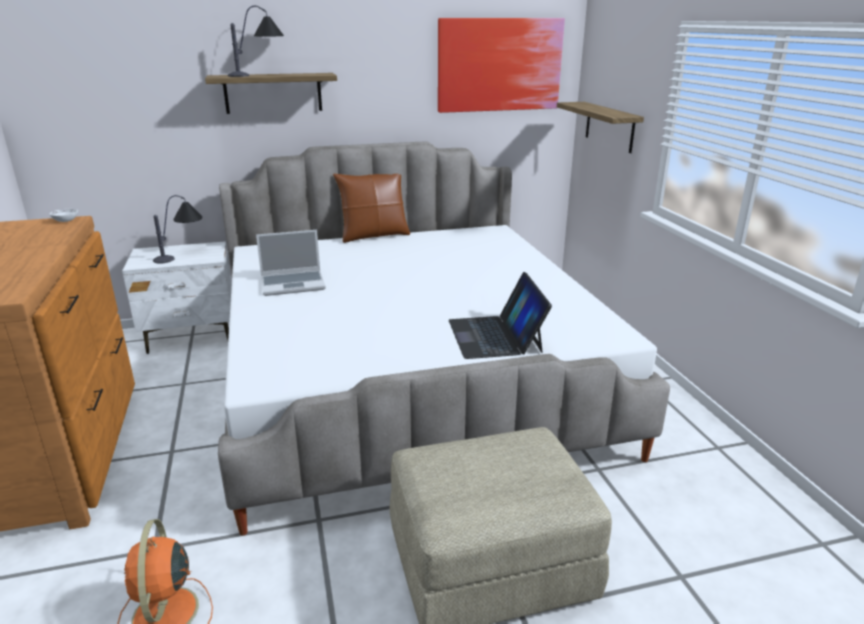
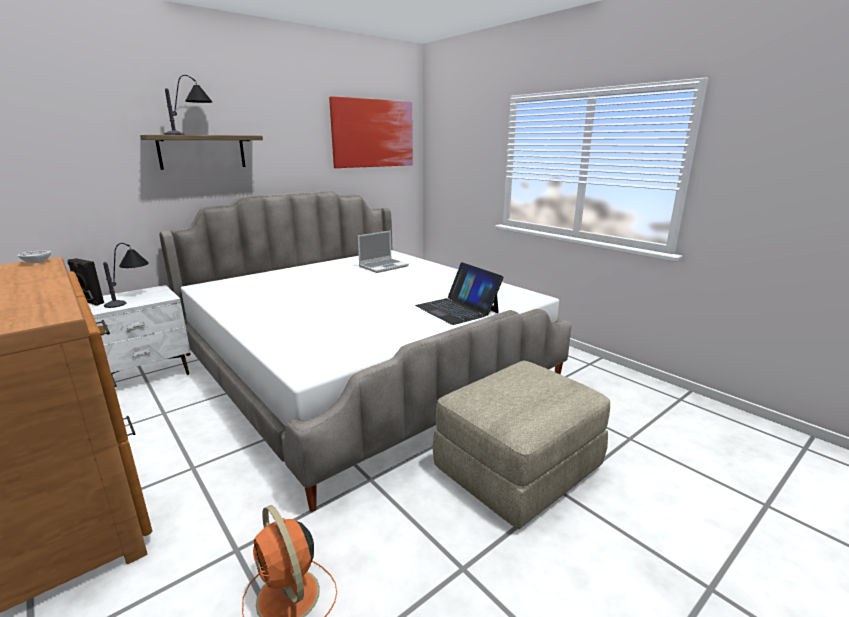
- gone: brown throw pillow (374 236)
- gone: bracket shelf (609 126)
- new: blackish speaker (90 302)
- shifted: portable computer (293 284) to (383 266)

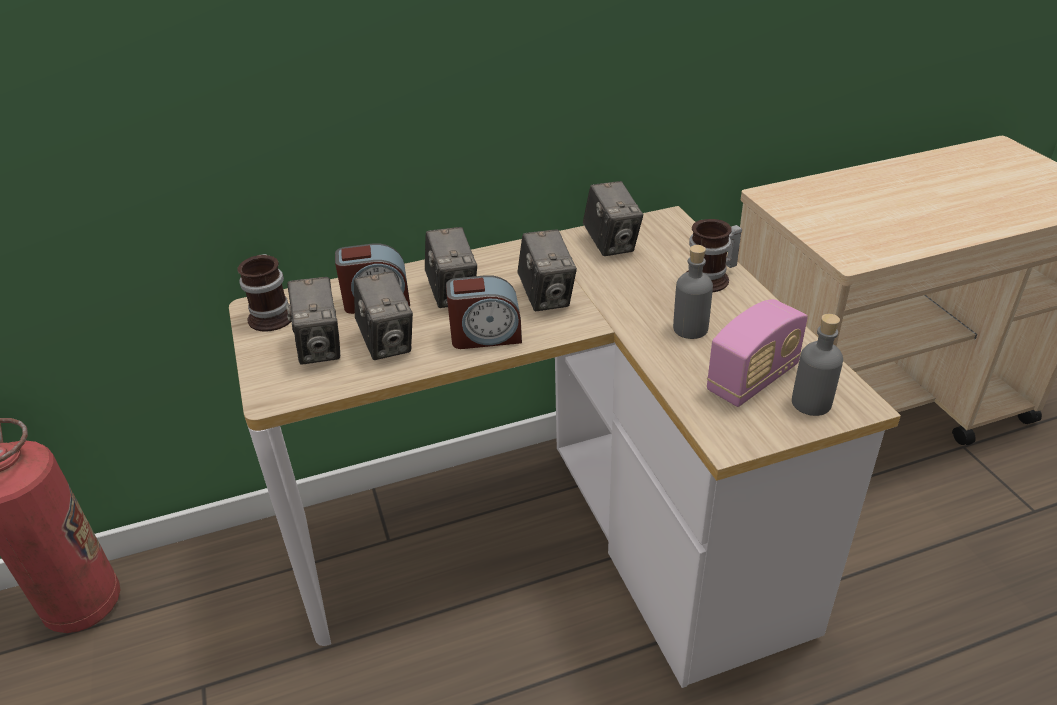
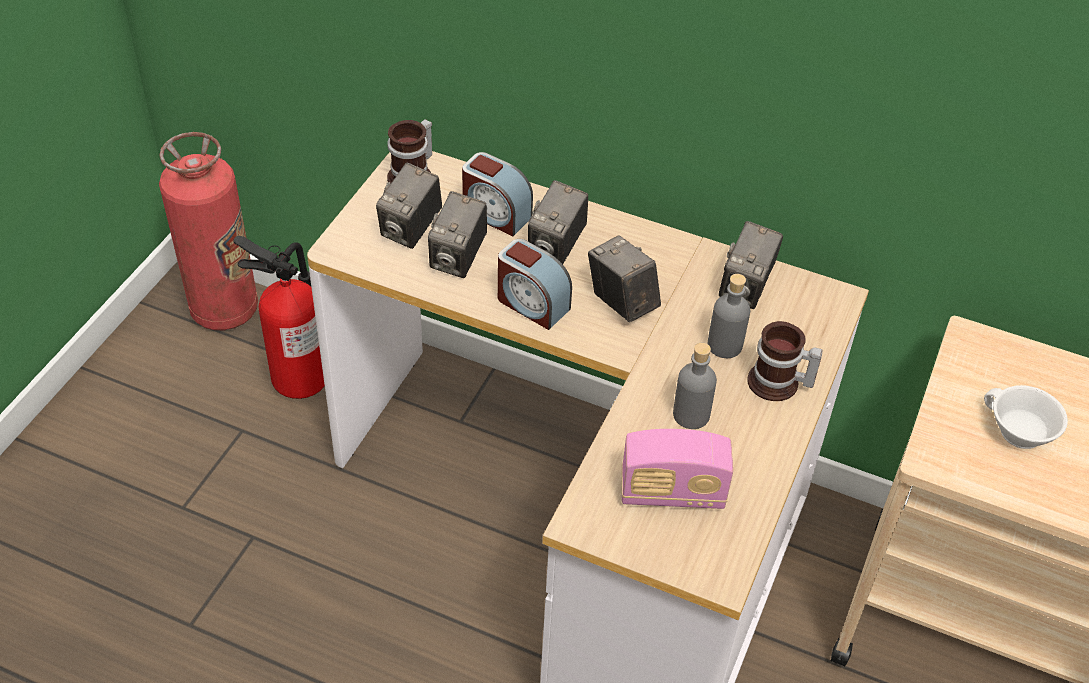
- new: fire-fighting cylinder (302 376)
- new: whitish small cup (1017 432)
- shifted: gray beverage bottle (811 403) to (724 345)
- rotated: photo camera (546 297) = (621 302) 120 degrees clockwise

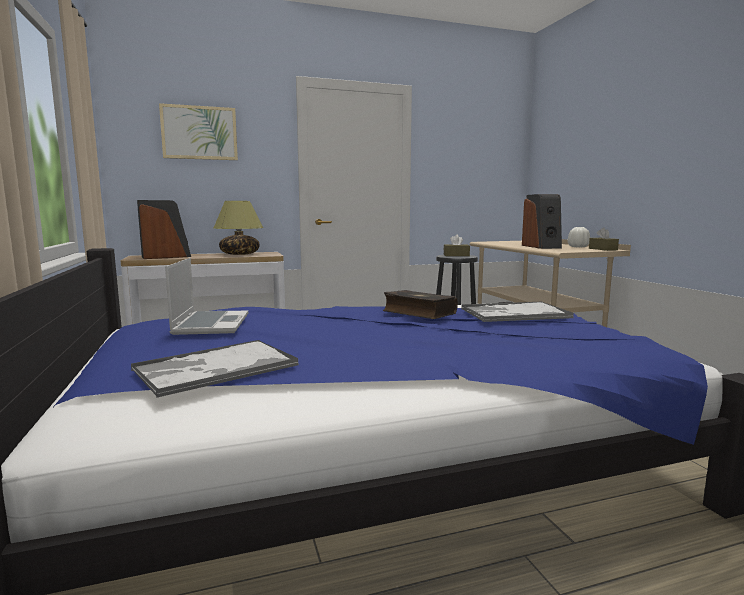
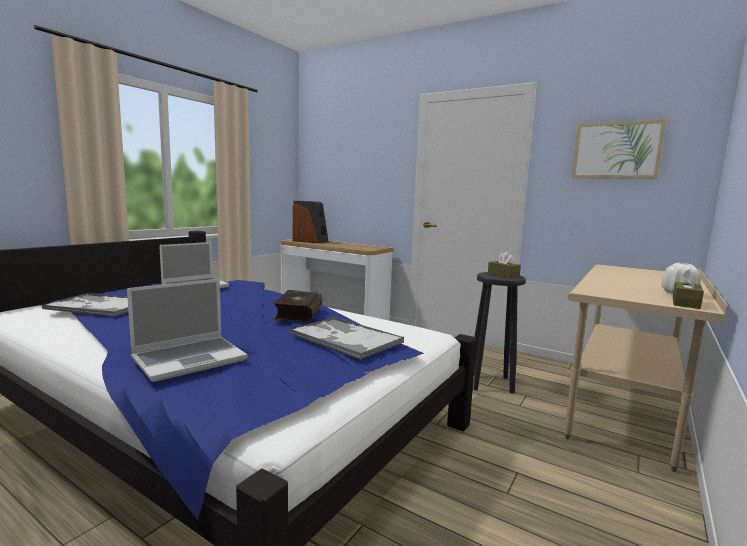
- gone: lamp for a table (239 254)
- gone: speaker (541 246)
- new: portable computer (190 359)
- shifted: wall picture (199 133) to (616 150)

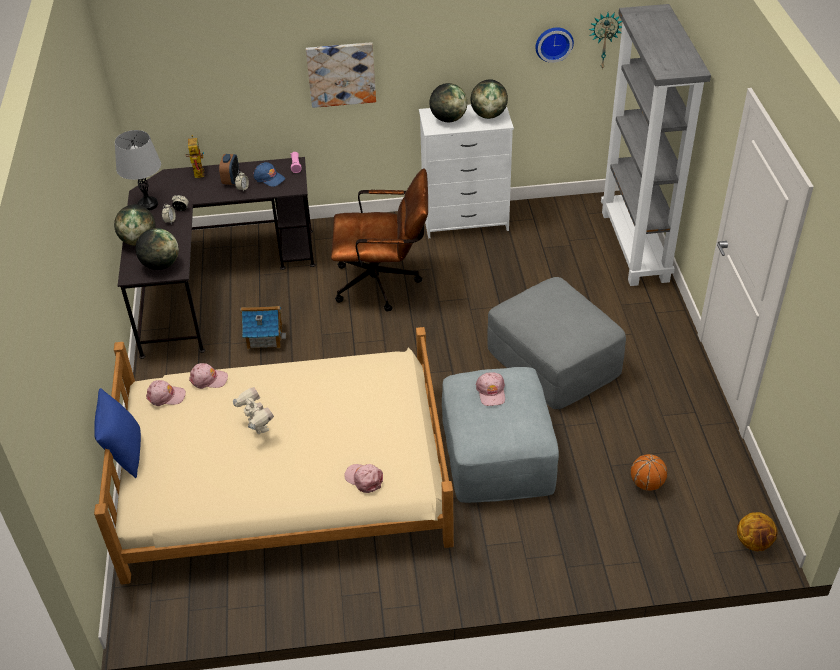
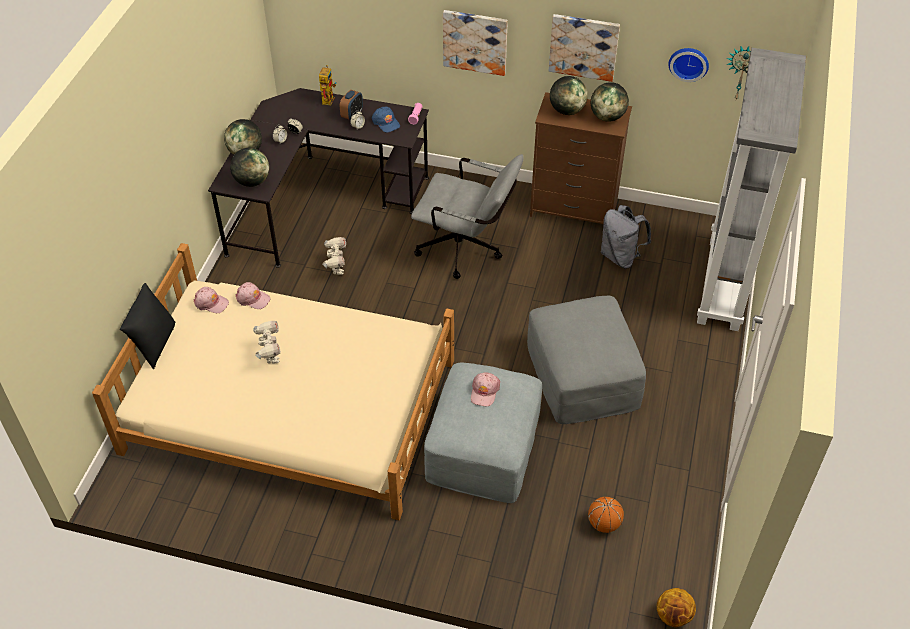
- gone: gray lamp for a table (148 205)
- gone: pink-coloured baseball cap (364 479)
- new: wall picture (583 46)
- new: gray knapsack (620 257)
- swapped: toy house (264 336) to toy robot (336 269)
- repainted: bluish throw pillow (125 454) to blackish throw pillow (155 345)
- repainted: brown computer chair (384 283) to gray computer chair (466 250)
- repainted: whitish chest of drawers (465 221) to brown chest of drawers (573 209)

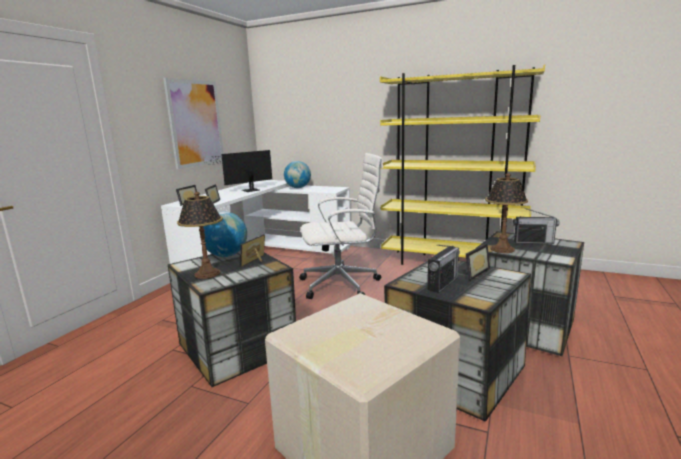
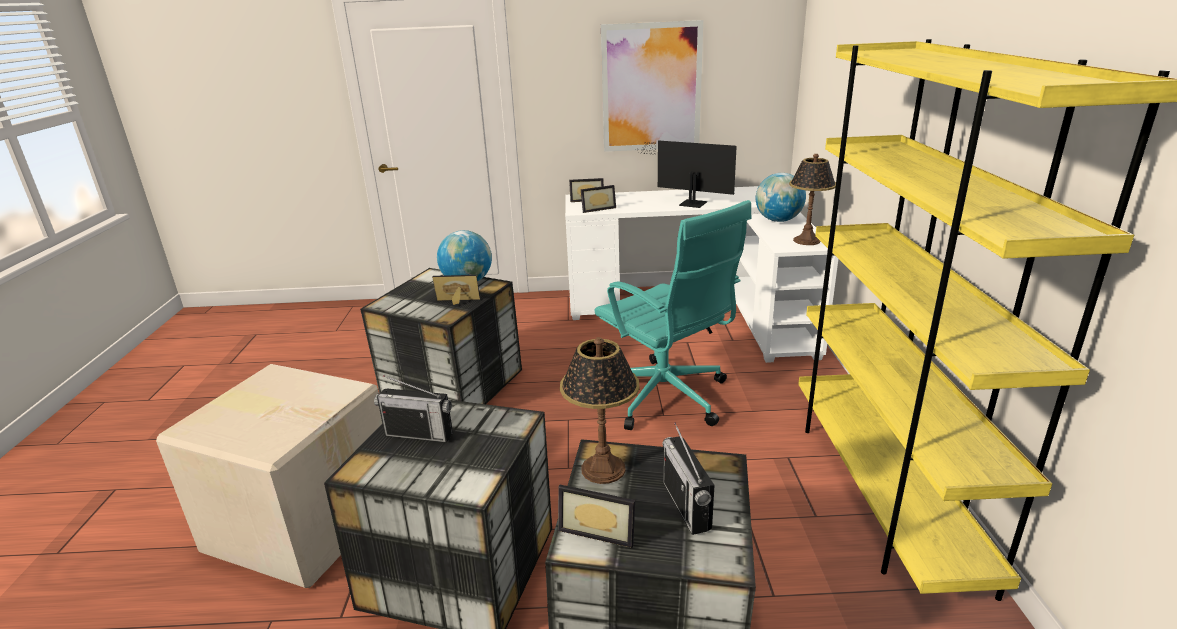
- shifted: lamp for a table (207 273) to (806 240)
- shifted: picture frame (473 273) to (599 529)
- repainted: whitish computer chair (342 284) to blue-green computer chair (666 398)

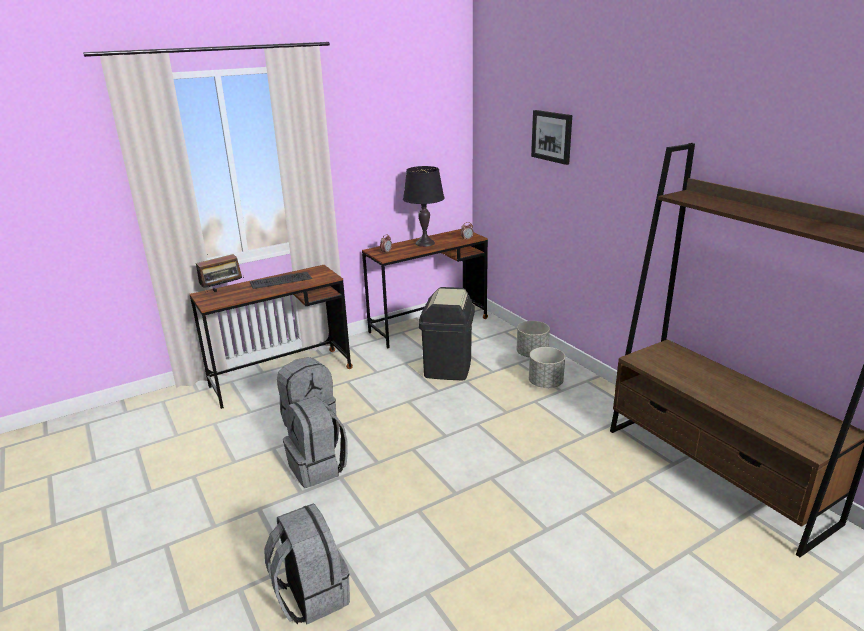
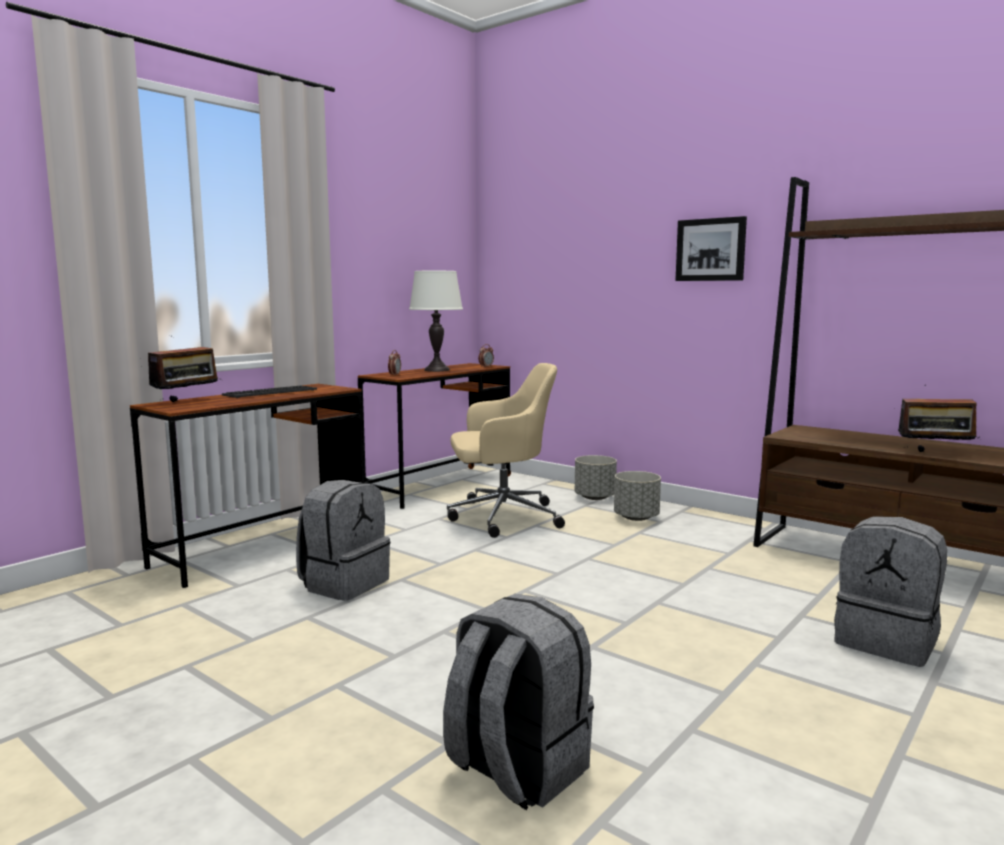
- new: radio receiver (935 454)
- shifted: gray knapsack (318 468) to (887 642)
- shifted: wall picture (552 136) to (711 250)
- swapped: blackish trash can (448 368) to beige-coloured computer chair (501 517)
- repainted: blackish lamp for a table (425 243) to whitish lamp for a table (437 370)

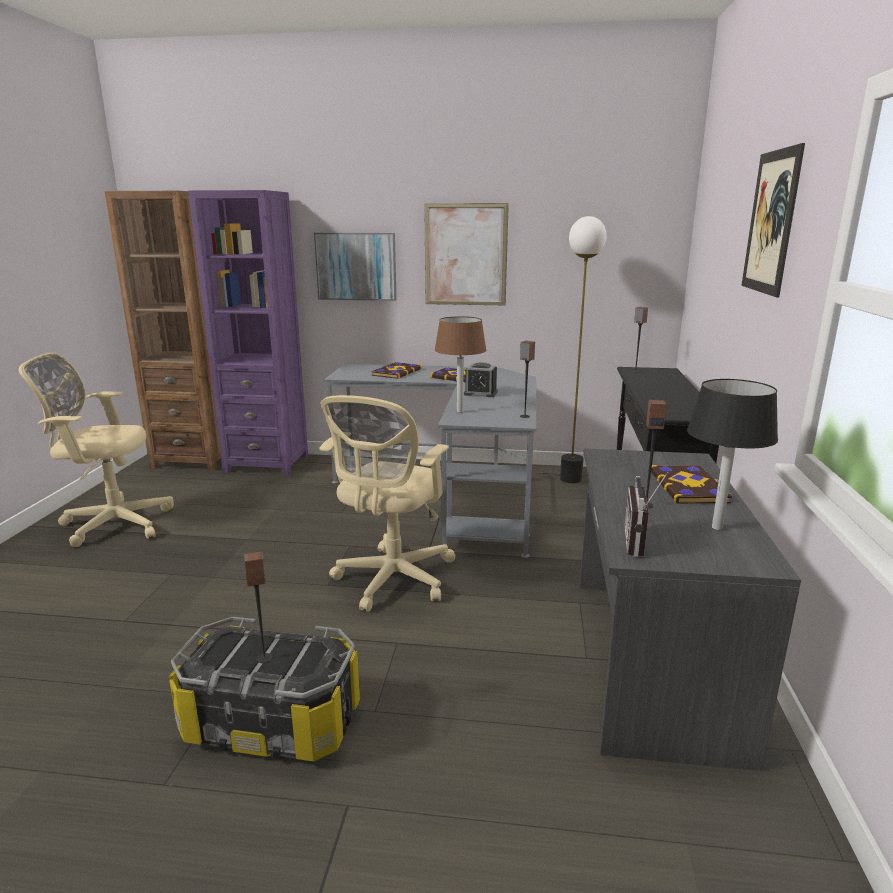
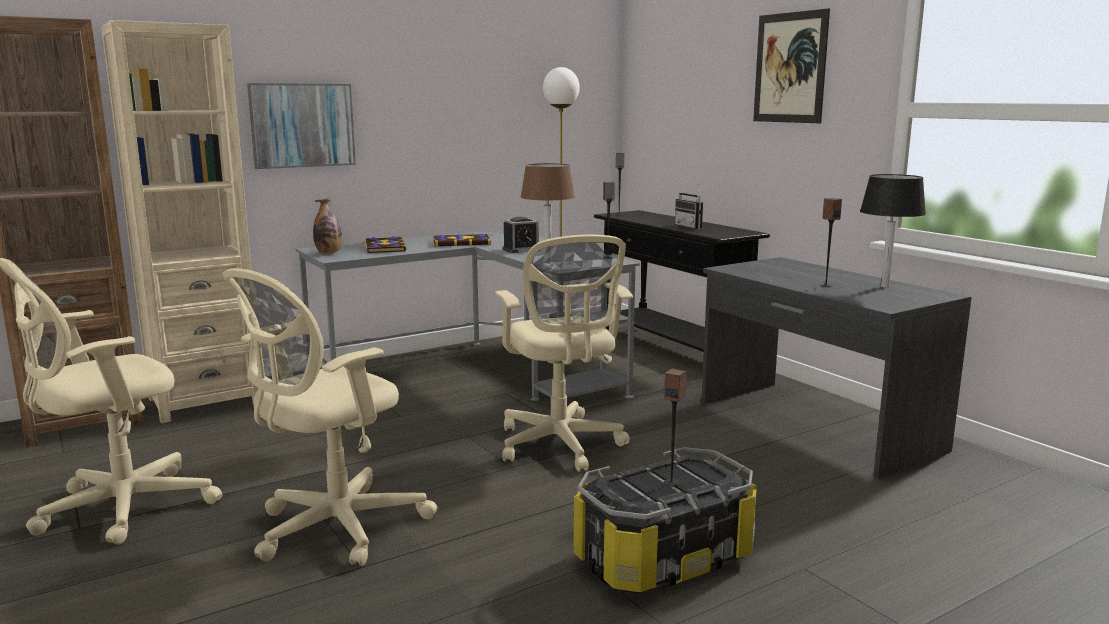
- gone: wall picture (465 255)
- gone: book (689 487)
- new: beige-coloured computer chair (333 529)
- new: beverage bottle (329 253)
- shifted: radio receiver (642 543) to (692 227)
- repainted: purplish shelving unit (267 463) to beige-coloured shelving unit (205 401)

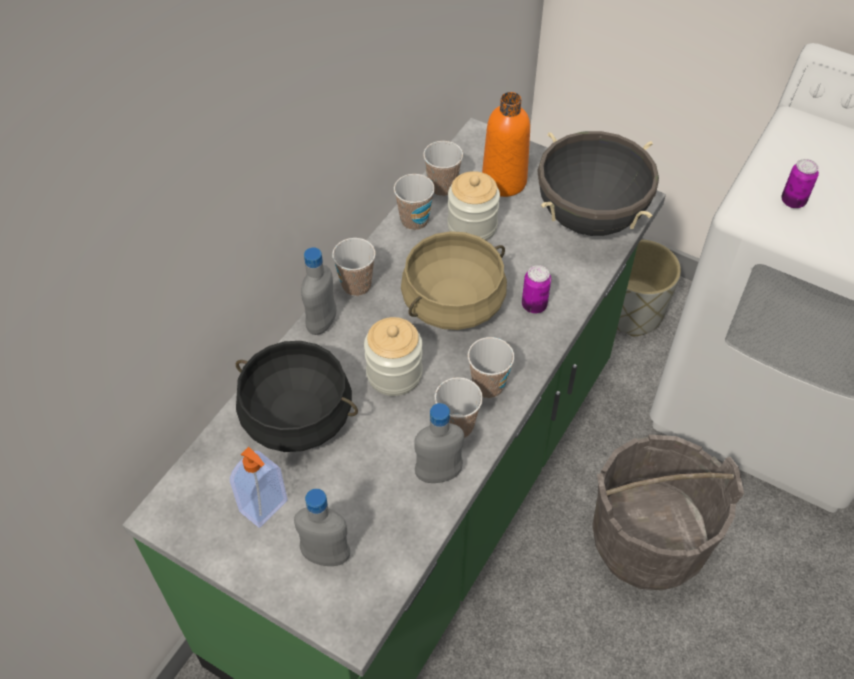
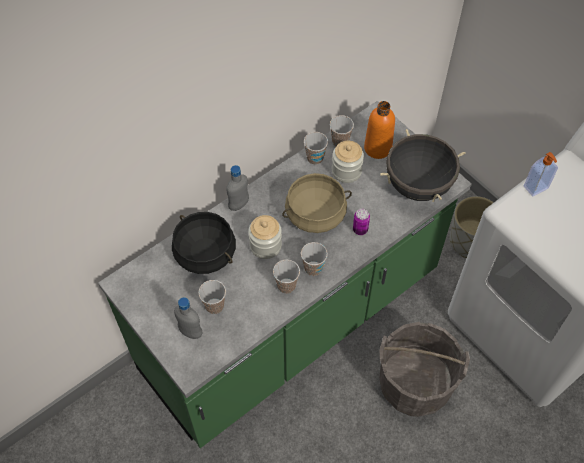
- gone: gray beverage bottle (438 474)
- gone: metal can (793 201)
- shifted: soap bottle (265 507) to (536 188)
- shifted: small cup (356 285) to (214 306)

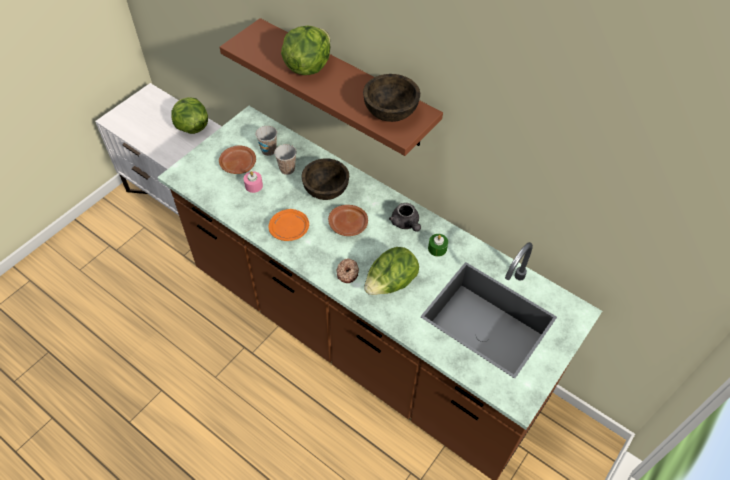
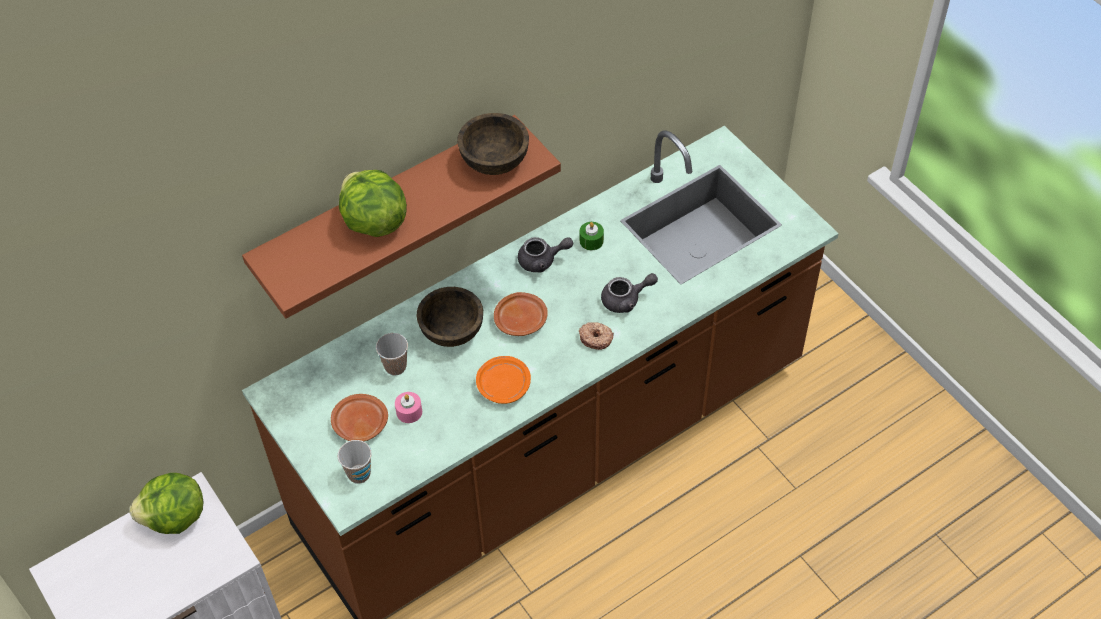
- shifted: small cup (268 150) to (359 474)
- swapped: head of lettuce (390 283) to gray teapot (626 300)

